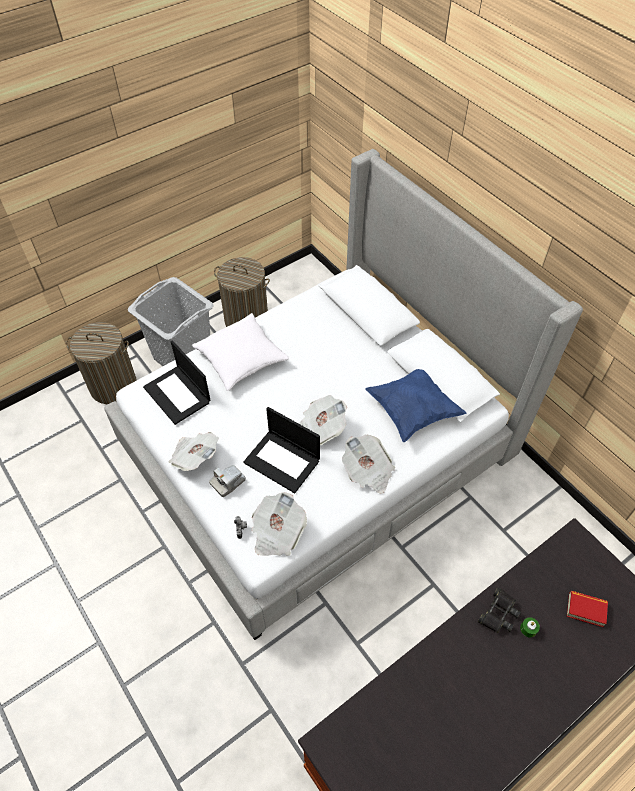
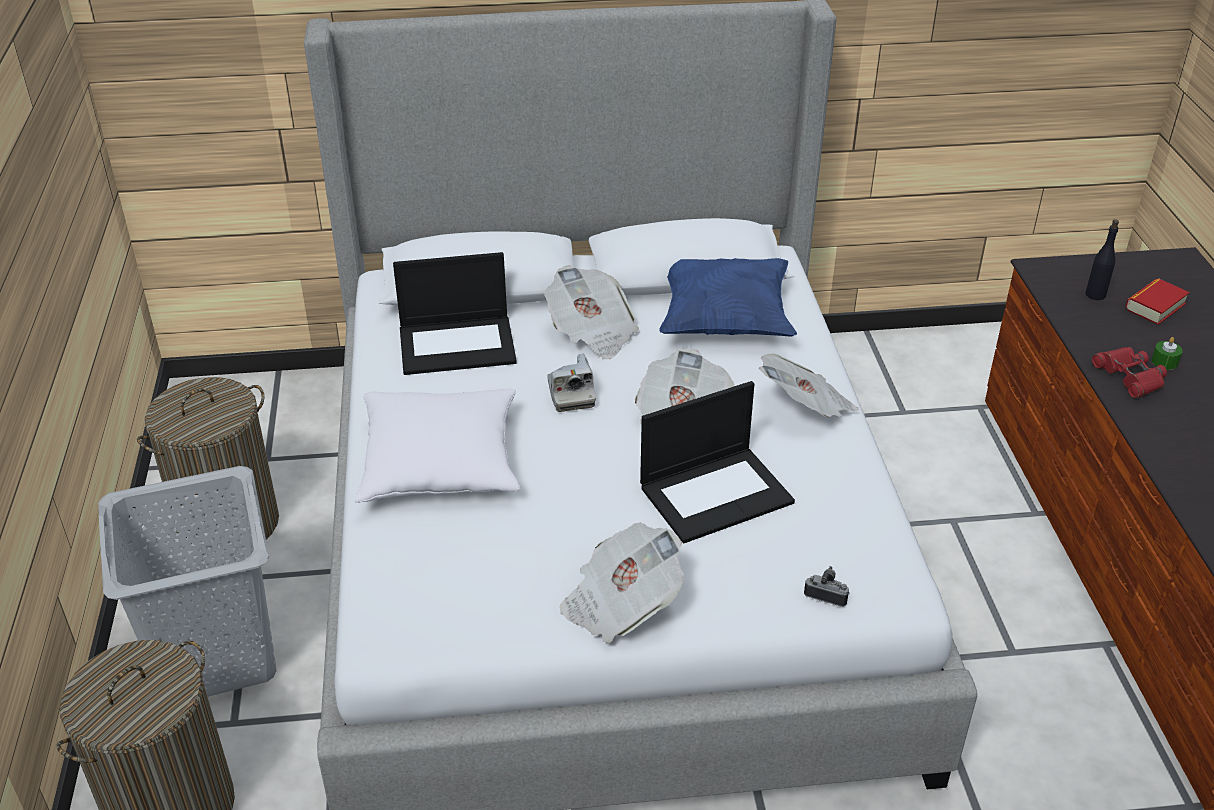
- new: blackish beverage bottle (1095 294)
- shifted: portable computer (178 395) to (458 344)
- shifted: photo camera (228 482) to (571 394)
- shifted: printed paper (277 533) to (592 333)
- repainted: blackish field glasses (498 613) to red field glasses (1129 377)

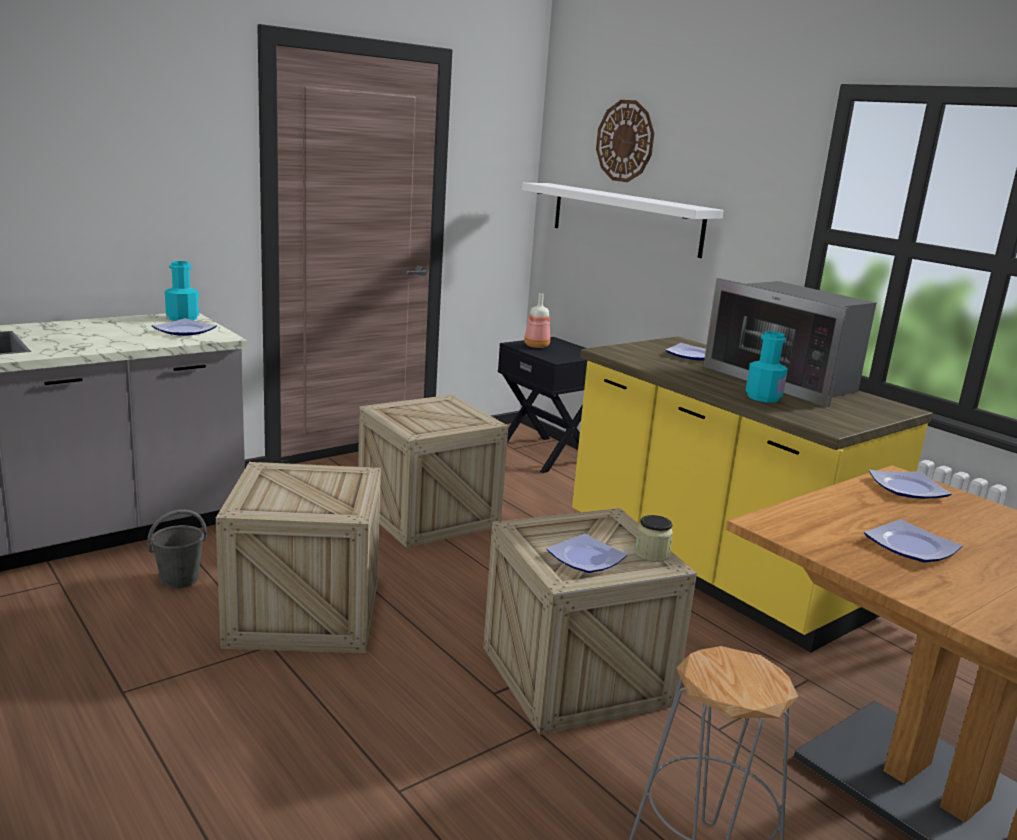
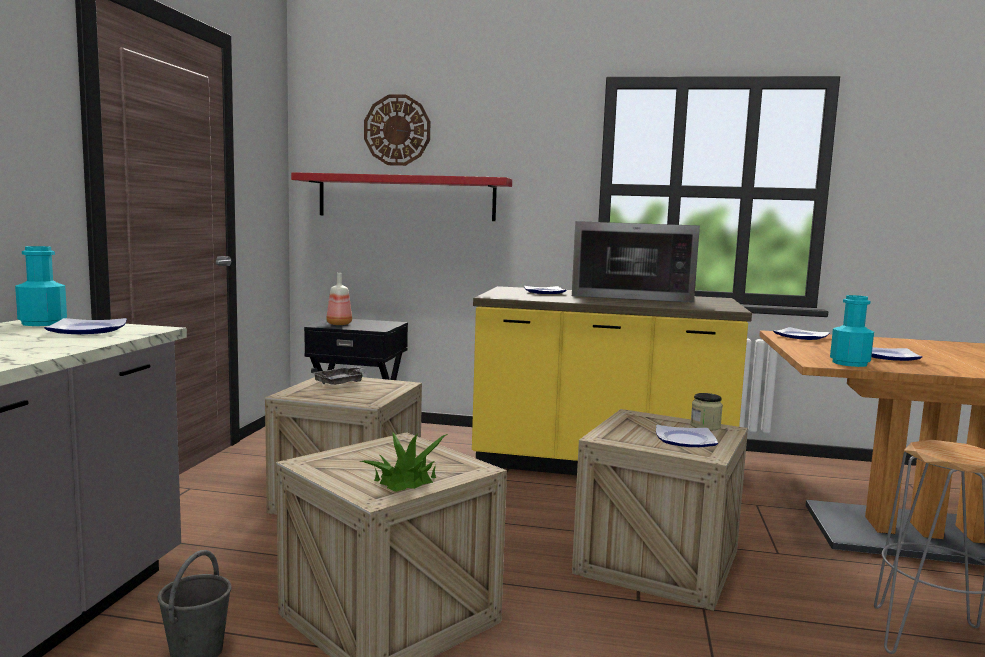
- new: gray carrying tray (341 382)
- new: plant in a pot (406 480)
- shifted: blue-green beverage bottle (763 397) to (849 363)
- repainted: whitish bracket shelf (625 218) to red bracket shelf (406 197)

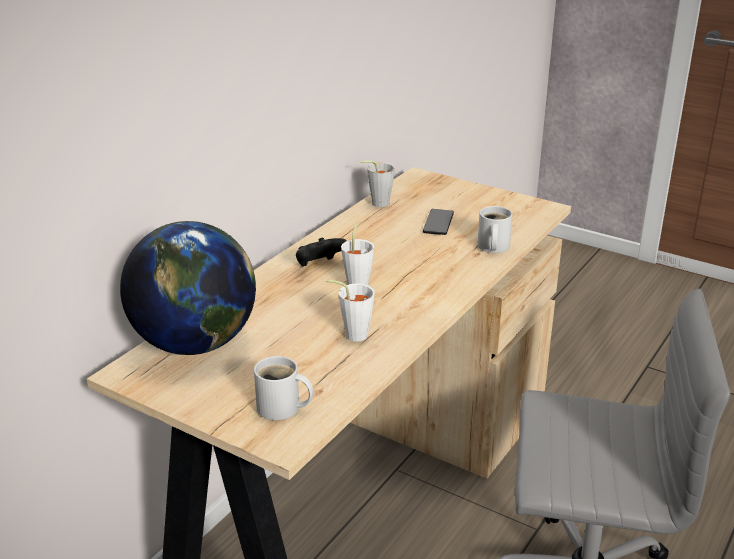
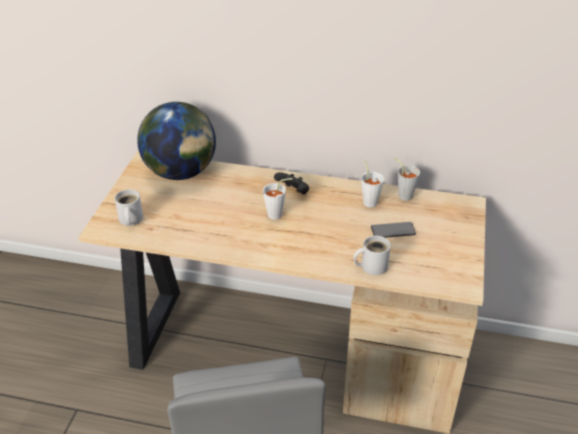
- shifted: whitish small cup (351 334) to (369 201)

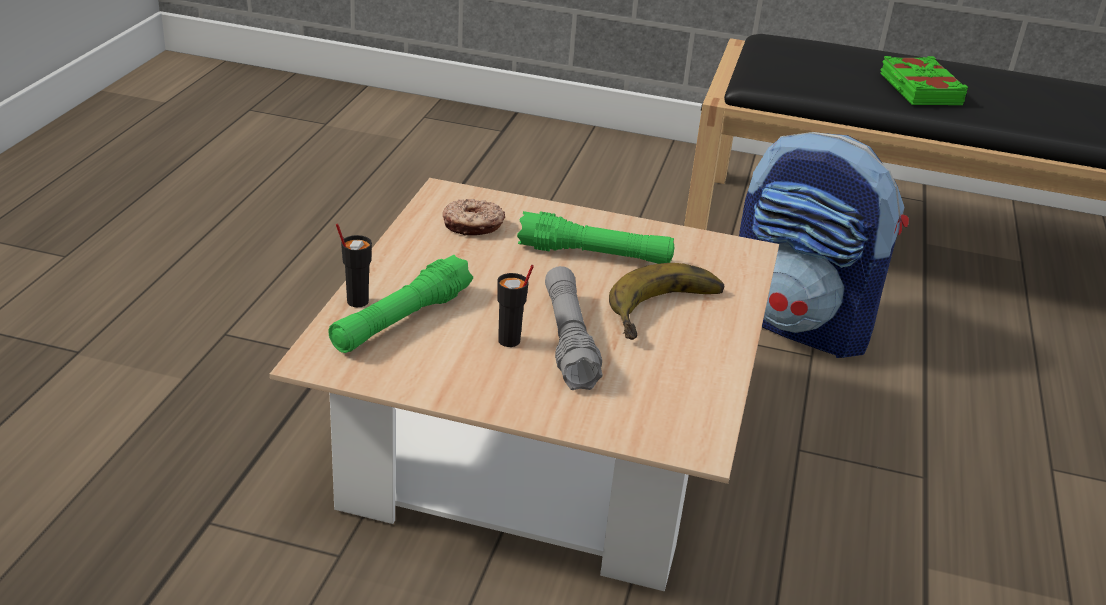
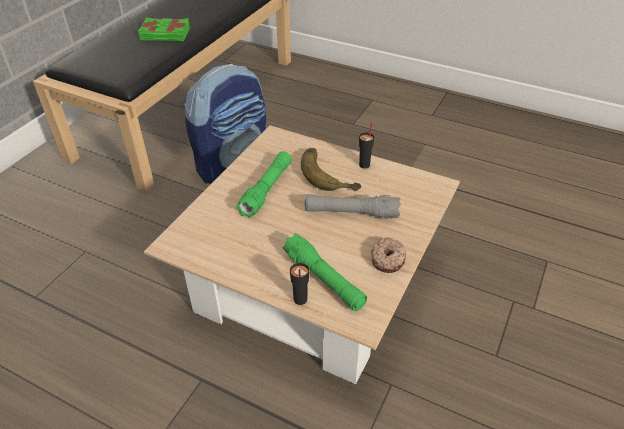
- shifted: ring doughnut (473 226) to (388 259)
- shifted: blackish small cup (509 341) to (364 165)

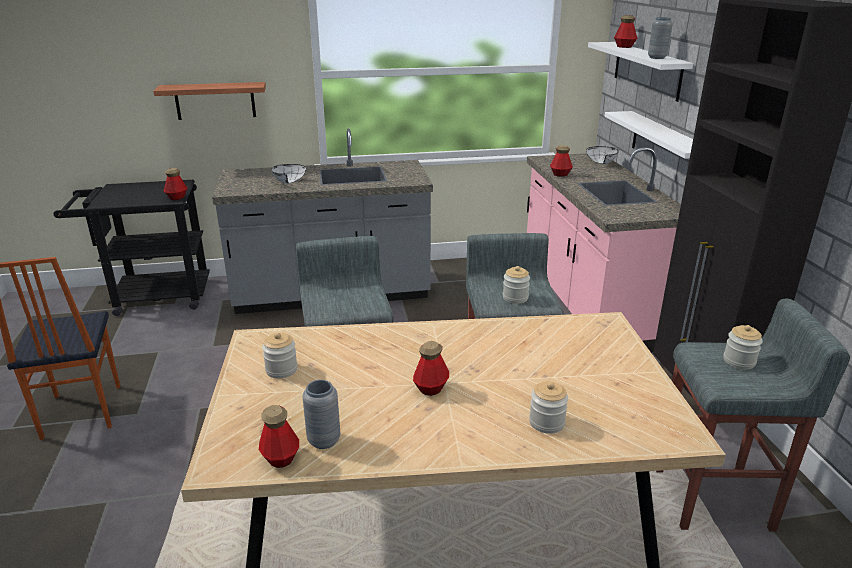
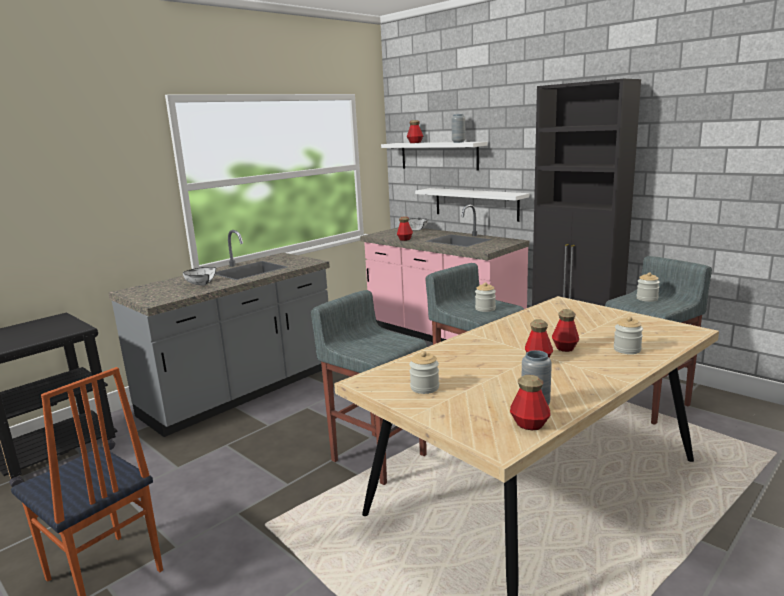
- gone: bracket shelf (215 101)
- shifted: beverage bottle (177 197) to (565 348)

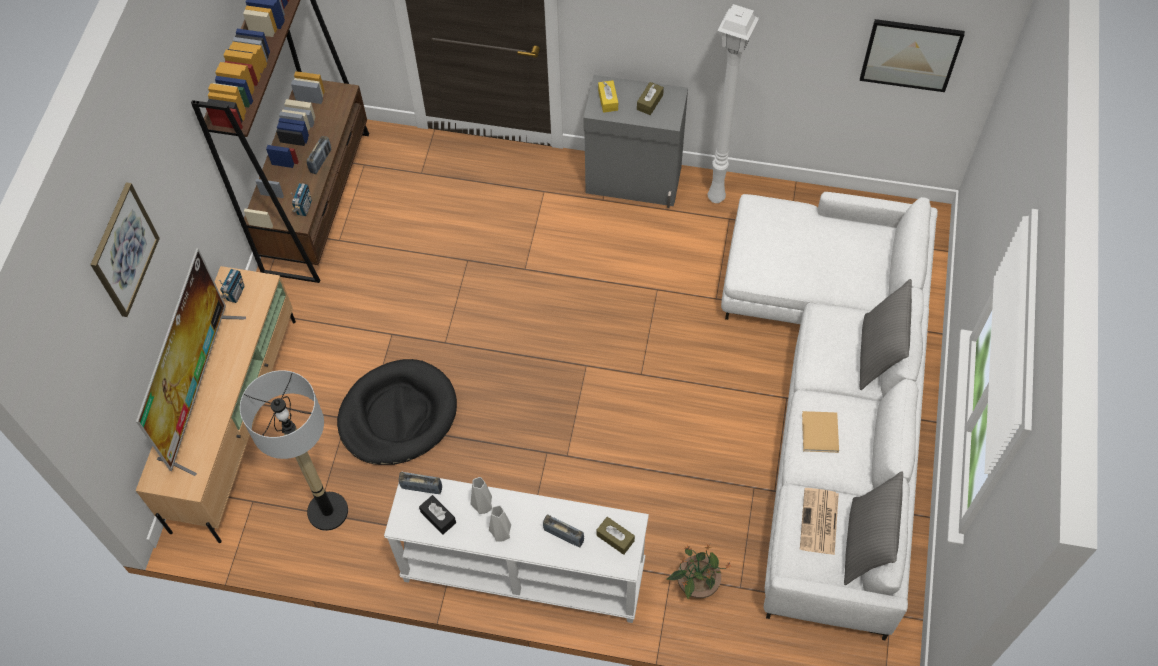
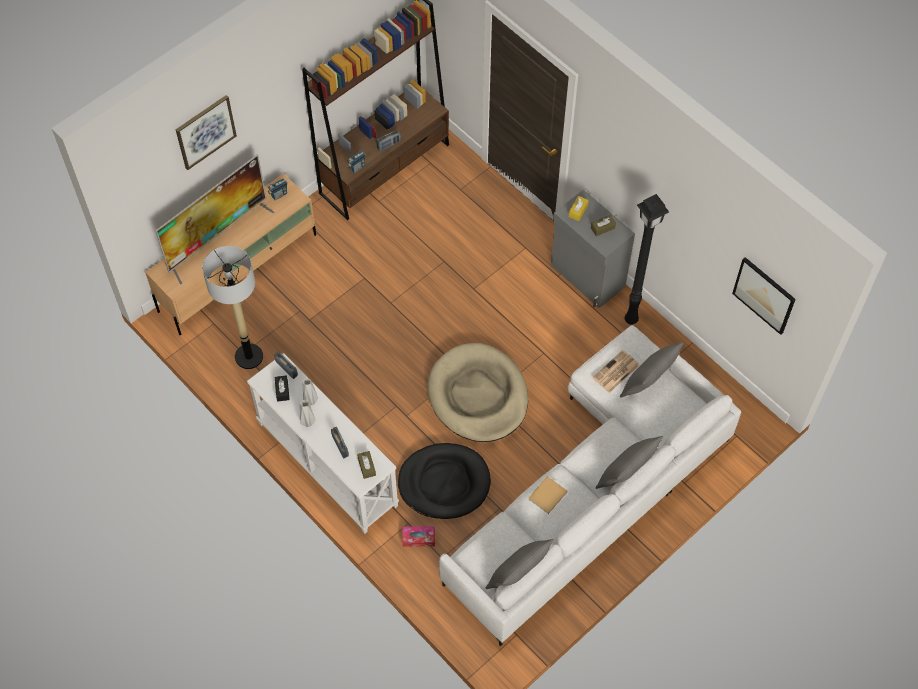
- new: beige-coloured dog bed (478 395)
- new: gray throw pillow (648 383)
- shifted: blackish dog bed (398 415) to (444 483)
- shifted: printed paper (819 522) to (615 372)
- swapped: plant in a pot (696 584) to box of tissues (418 538)
- repainted: whitish standing lamp (716 198) to blackish standing lamp (631 321)

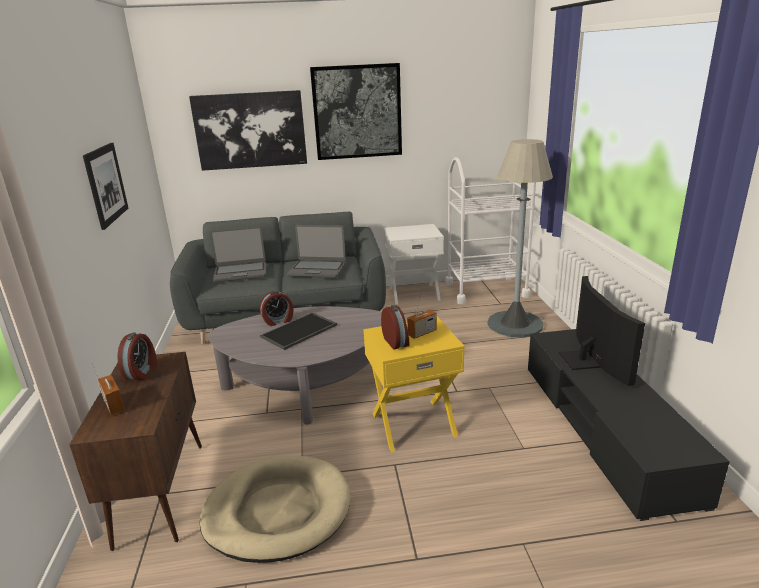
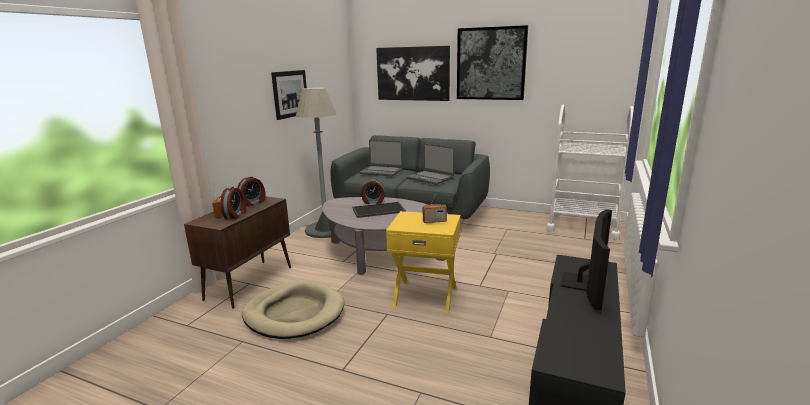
- gone: whitish accent table (413 293)
- shifted: table clock (396 342) to (236 215)
- shifted: gray standing lamp (515 324) to (326 229)

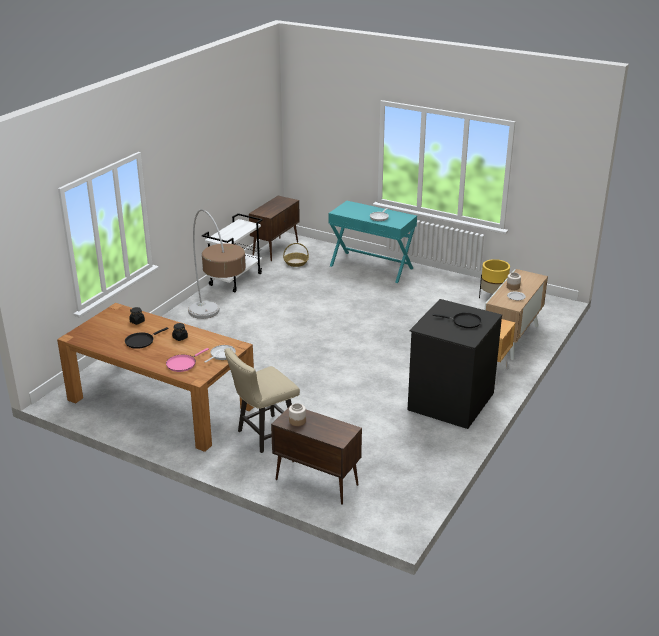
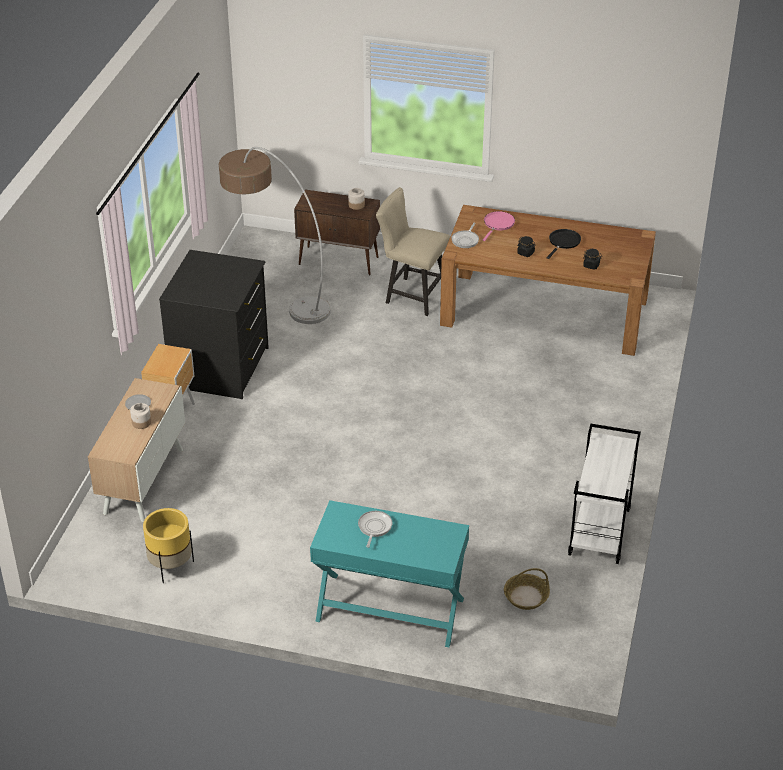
- gone: brown storage cabinet (275 249)
- gone: blackish frying pan (464 322)
- shifted: standing lamp (218 330) to (275 286)
- rotated: beige-coloured upright chair (264 436) = (411 295) 105 degrees counterclockwise

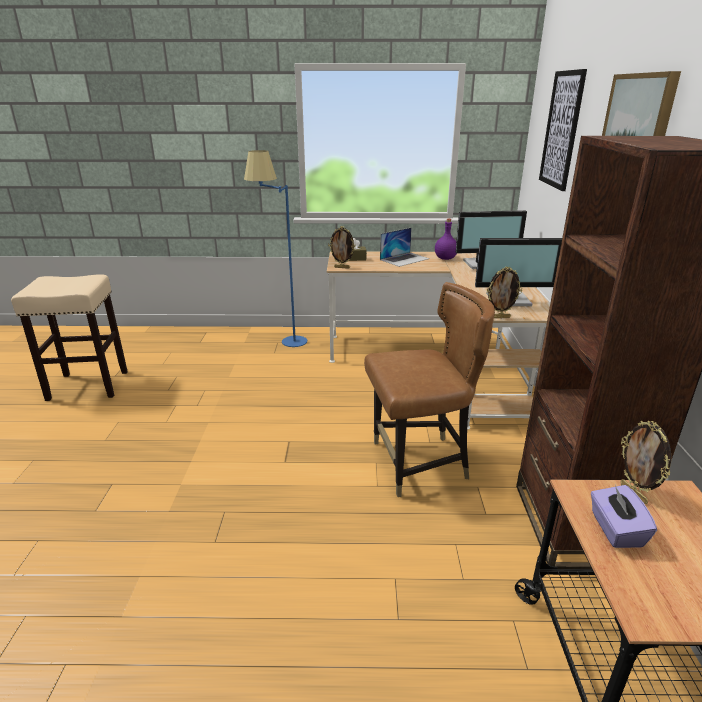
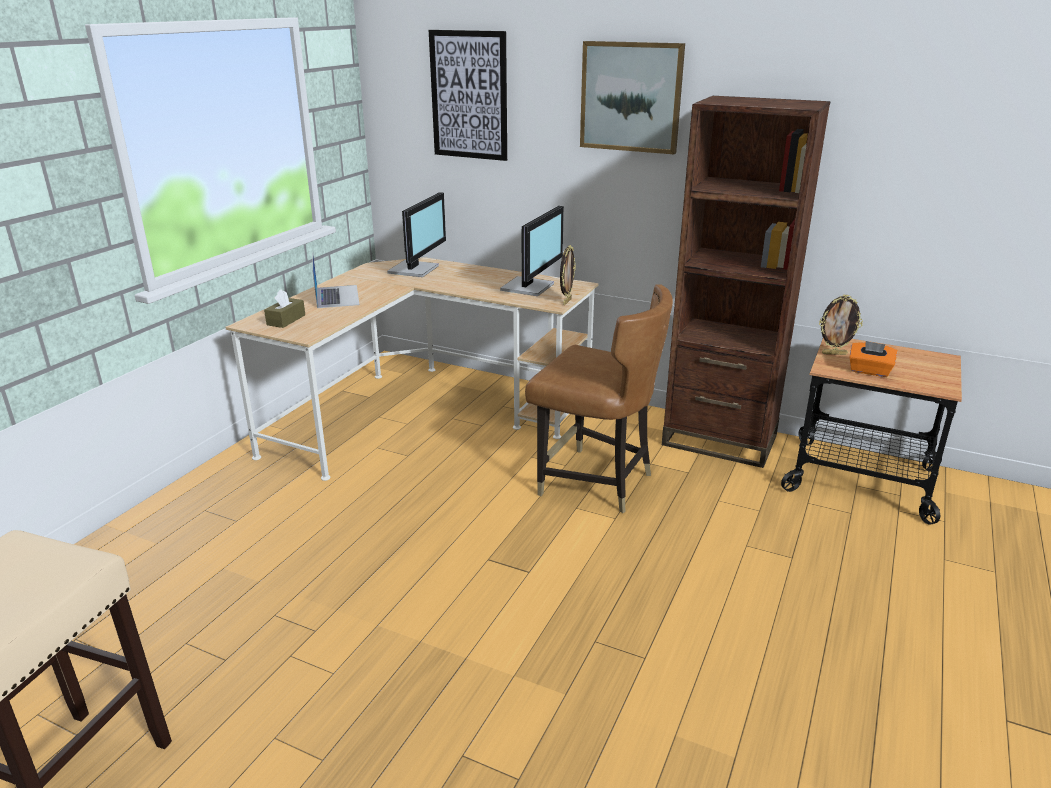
- gone: bluish standing lamp (282 342)
- gone: picture frame (342 267)
- gone: purplish beverage bottle (445 258)
- repainted: purplish box of tissues (615 530) to orange-coloured box of tissues (869 371)
- rotated: brown upright chair (419 463) = (595 482) 105 degrees clockwise

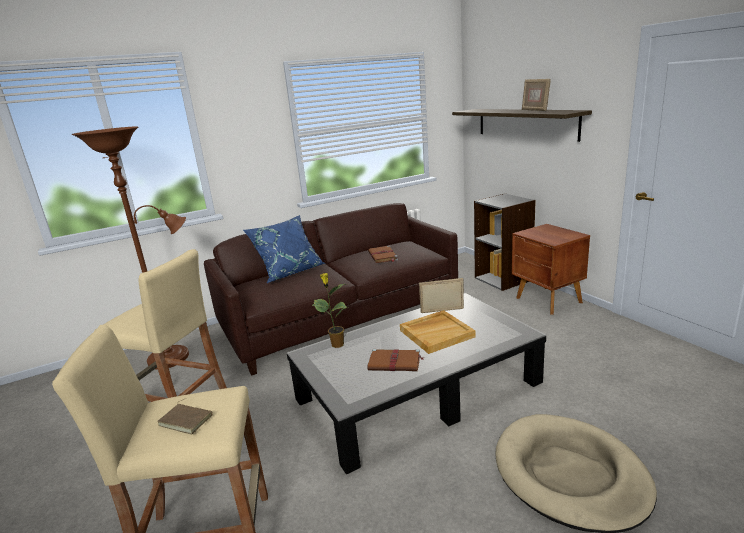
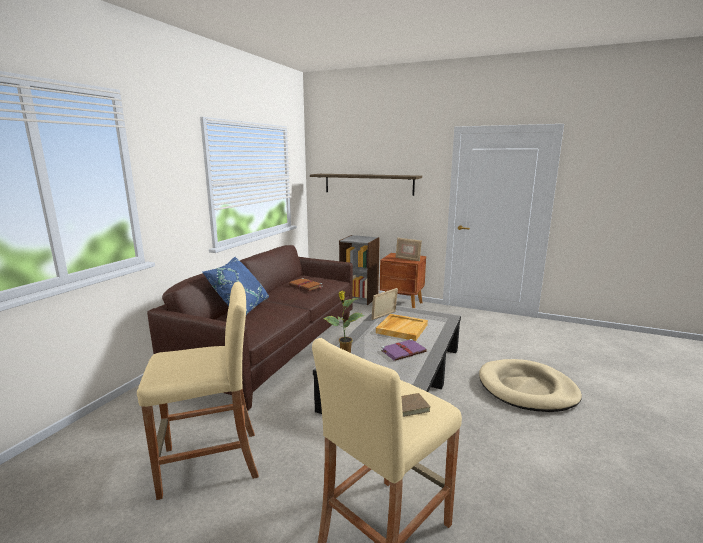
- gone: brown standing lamp (174 356)
- shifted: picture frame (534 110) to (408 259)
- repainted: brown book (395 362) to purplish book (404 351)

